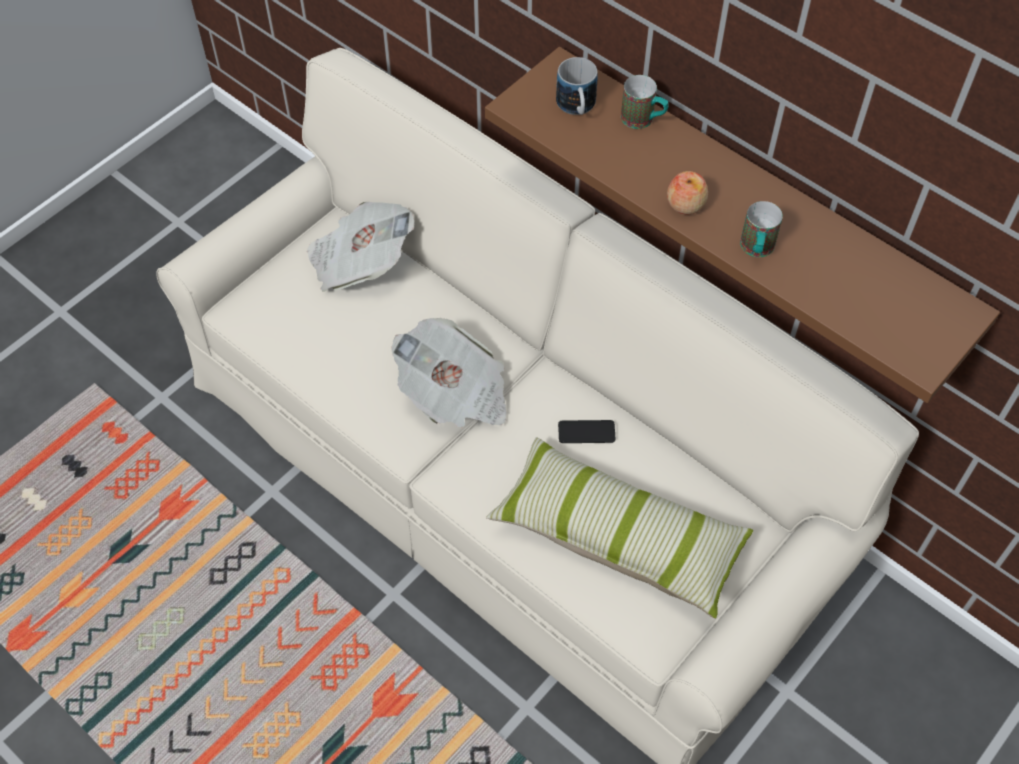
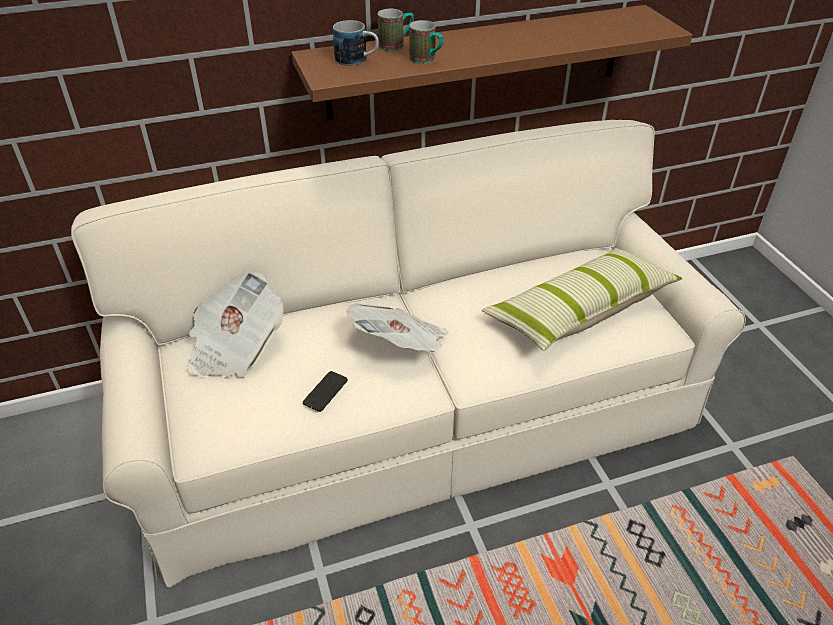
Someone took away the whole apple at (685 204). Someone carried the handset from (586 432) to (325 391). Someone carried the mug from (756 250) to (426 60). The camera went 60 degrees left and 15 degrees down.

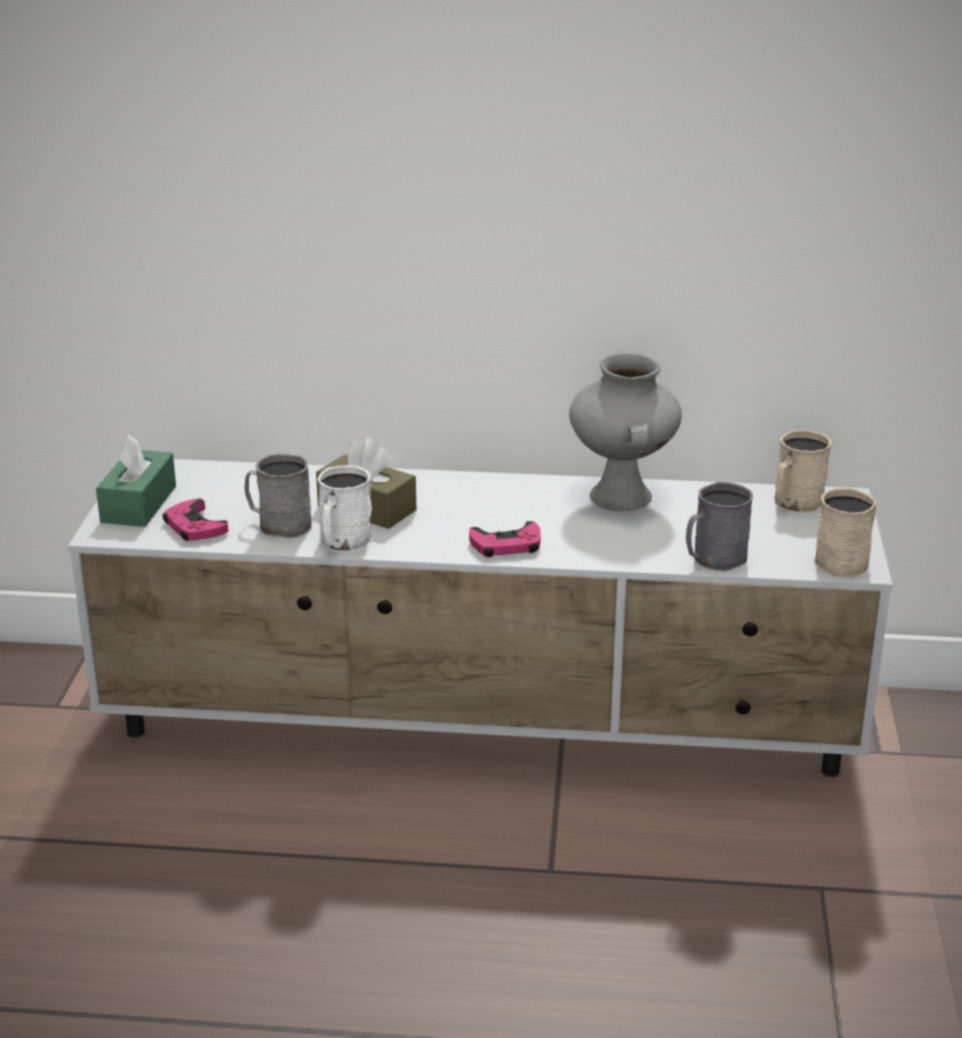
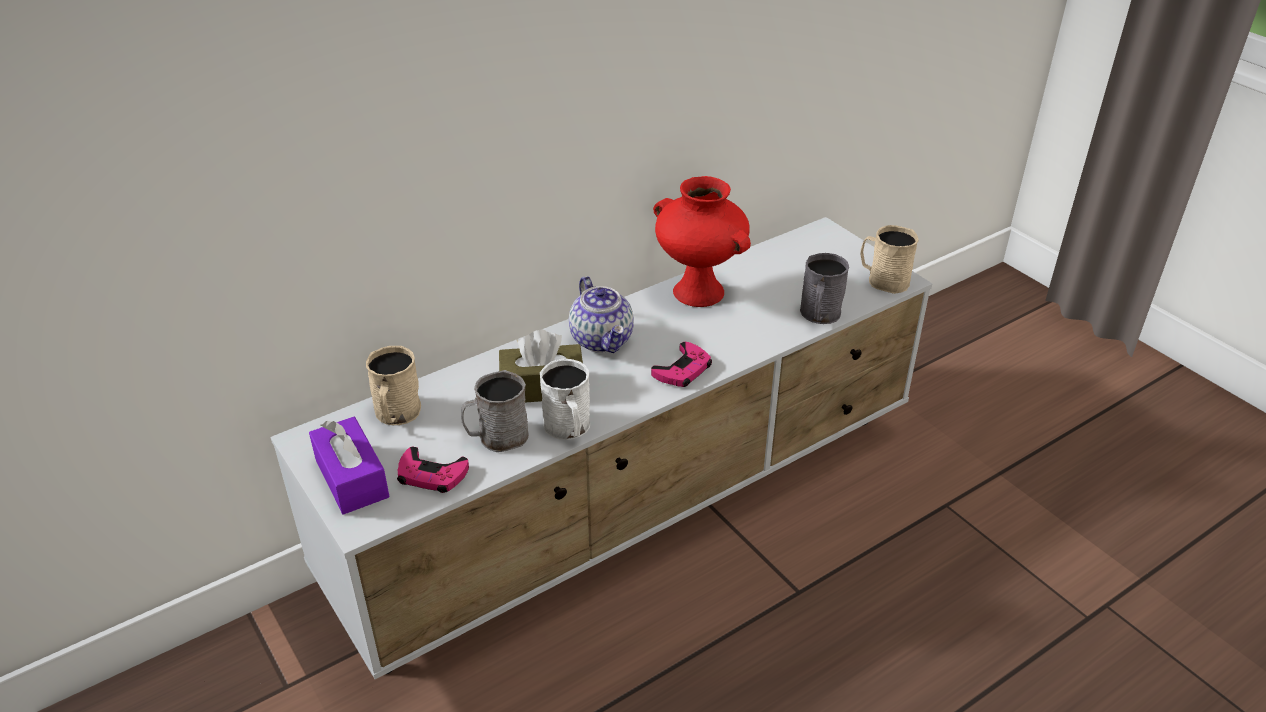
Someone put down the teapot at (603 340). Someone carried the mug (beige) from (794 504) to (396 414). Someone repainted the tissue box (green) at (138 504), which became the tissue box (purplish) at (352 478). Someone repainted the vase (greyish) at (622 497), which became the vase (red-coloured) at (700 292). The camera went 40 degrees left and 10 degrees up.

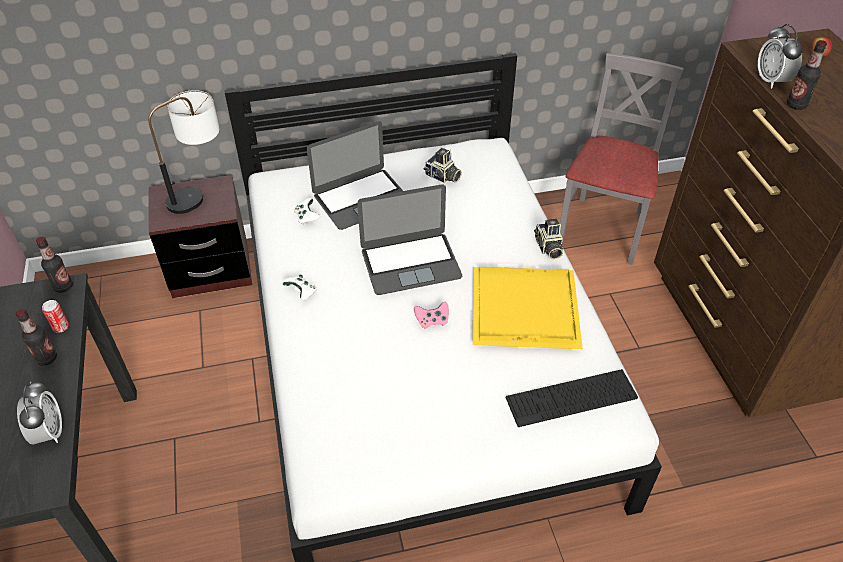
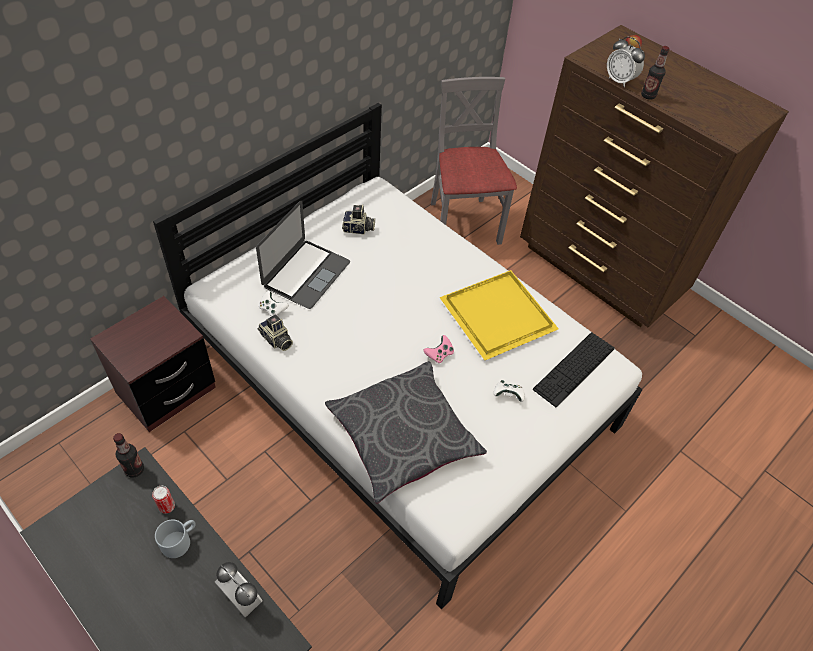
Someone took away the tabletop lamp at (200 193). Someone took away the notebook computer at (410 263). Someone put down the cushion (greyish) at (403 436). Someone carried the game controller (white-coloured) from (302 293) to (508 395). Someone carried the still camera from (548 248) to (276 340). Someone swapped the bottle at (47 358) for the mug (greyish) at (179 540). The camera went 35 degrees left and 5 degrees up.

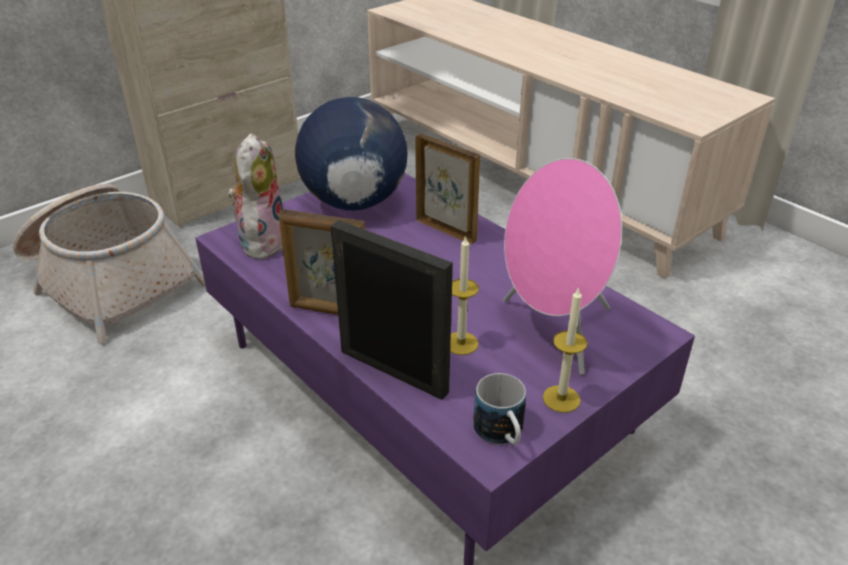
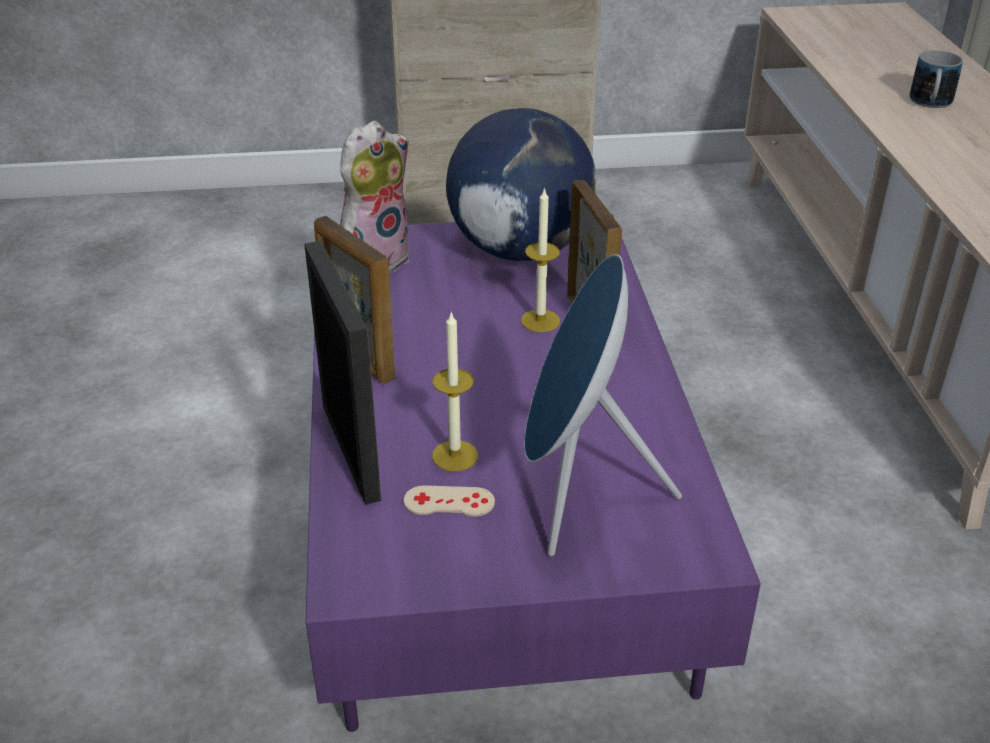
Someone took away the household basket at (110 280). Someone put down the game controller (beige) at (449 502). Someone carried the mug from (502 435) to (930 104). Someone carried the wax candle from (561 399) to (540 321). Someone repainted the audio speaker (pink) at (553 331), which became the audio speaker (blue-coloured) at (576 492). The camera went 35 degrees right and 0 degrees up.

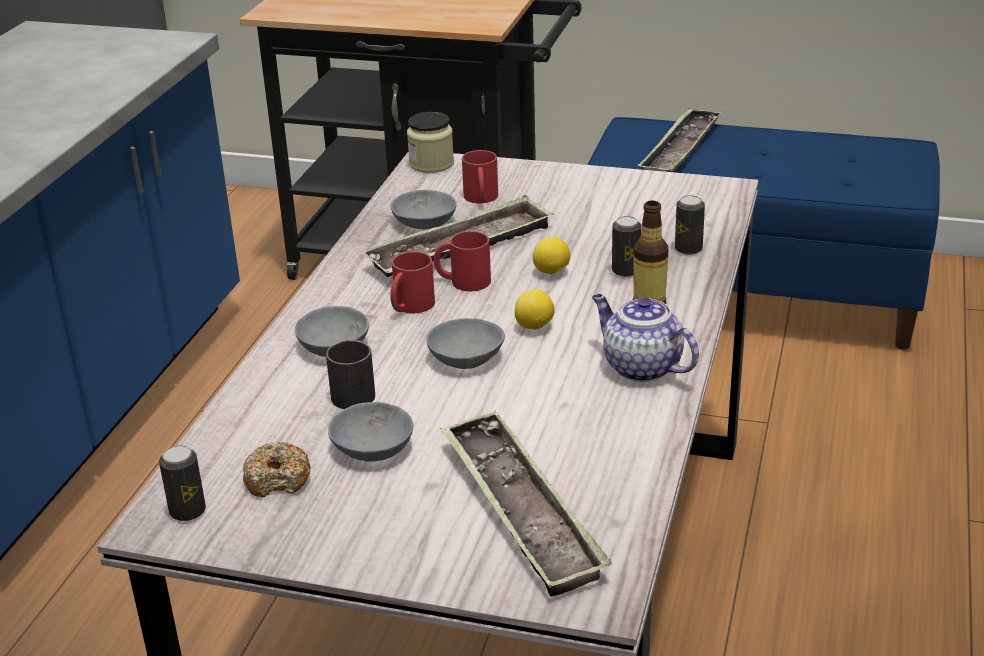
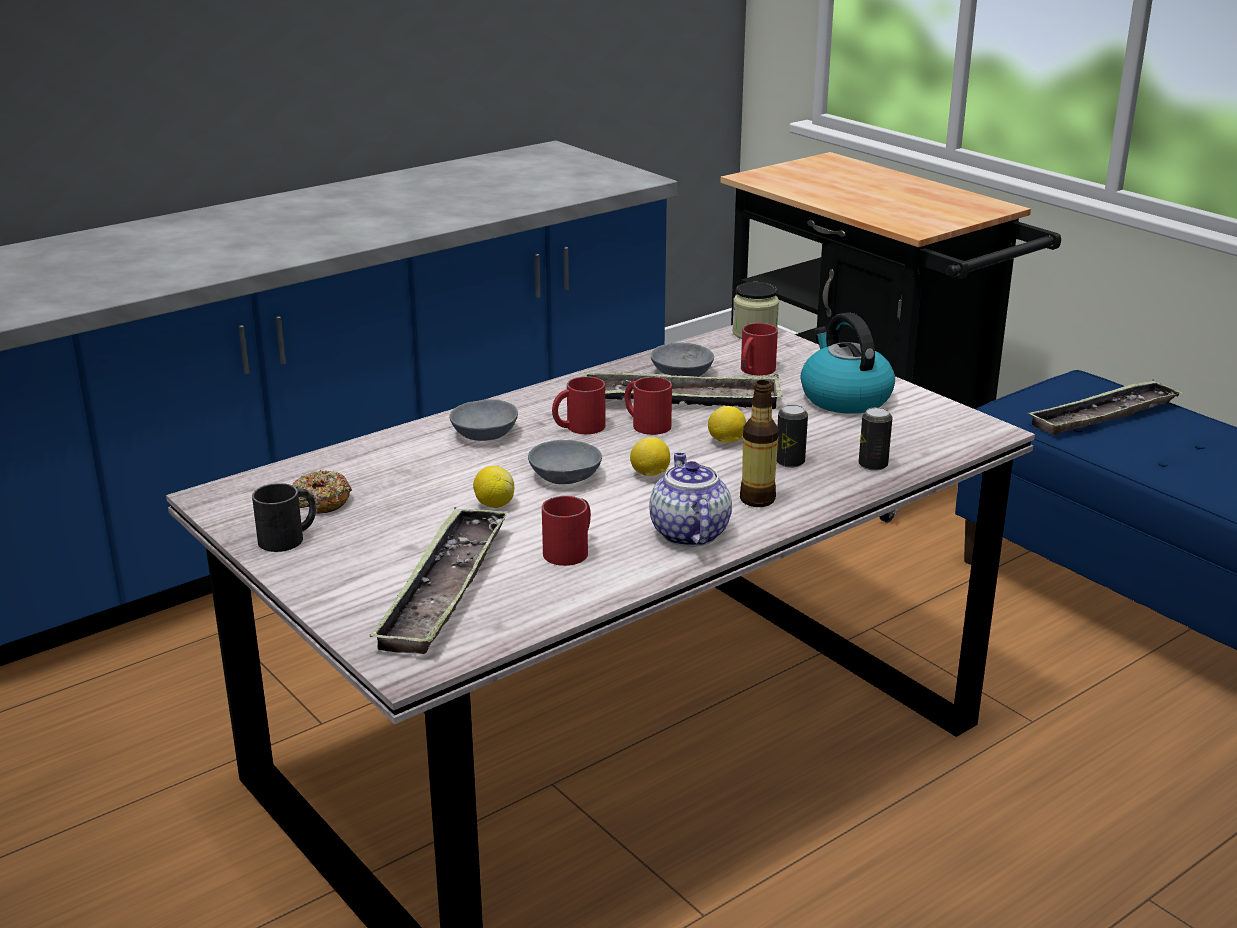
Someone took away the metal can at (188 511). Someone took away the bowl (greyish) at (370 449). Someone put down the whole lemon at (494 504). Someone put down the mug (red-coloured) at (571 550). Someone put down the tea kettle at (844 398). Someone carried the mug (blackish) from (356 391) to (289 537). The camera went 35 degrees right and 5 degrees down.

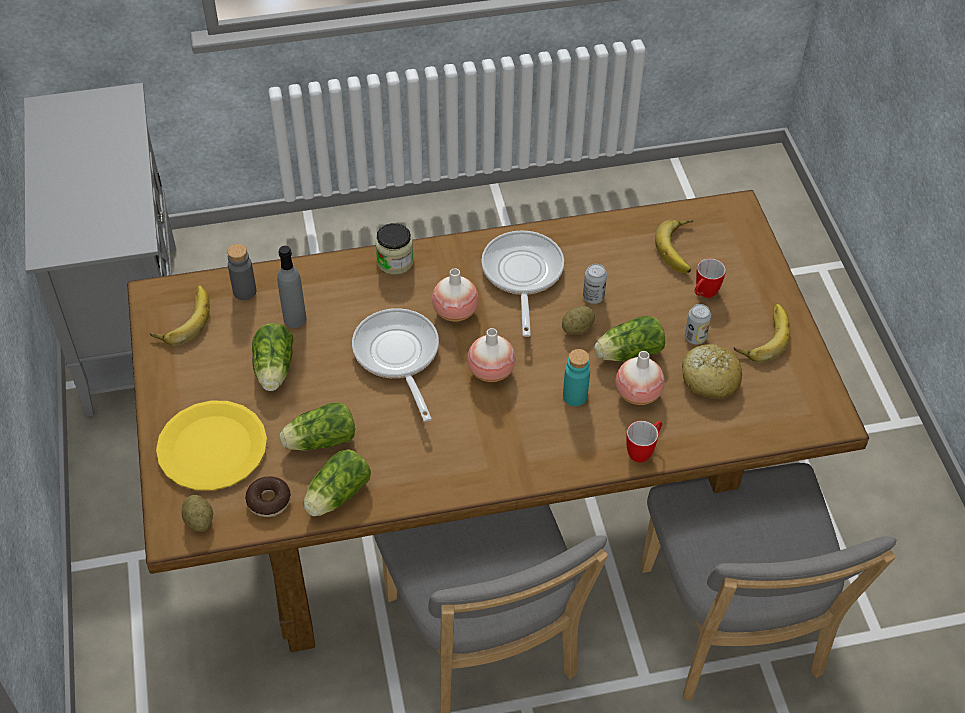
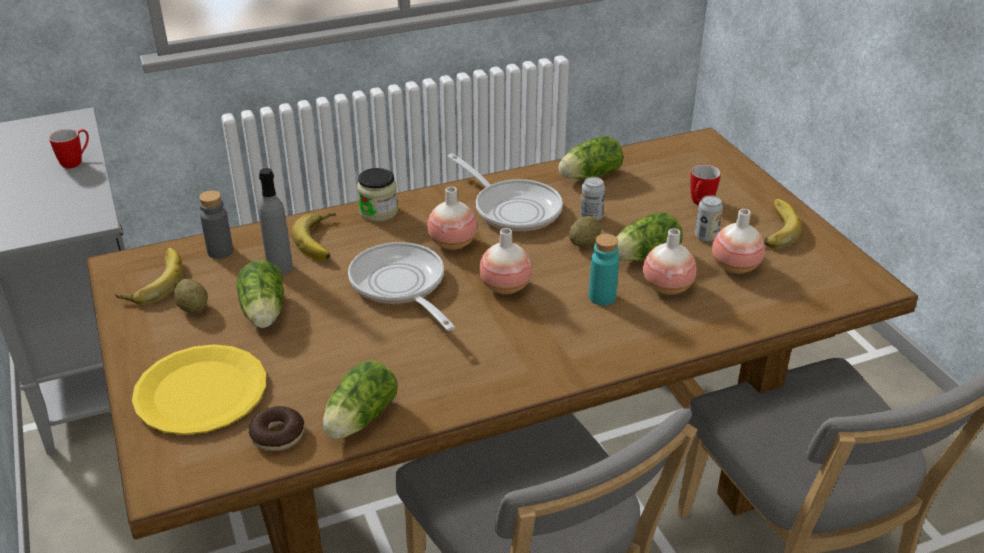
Someone carried the potato from (199 521) to (193 308). Someone carried the lettuce head from (318 441) to (588 176). Someone carried the mug from (643 451) to (76 161). Someone carried the banana fruit from (681 249) to (322 240). Someone swapped the bakery bread at (709 378) for the vase at (735 267). Someone rotated the skillet at (522 275) by 150 degrees clockwise. The camera went 10 degrees left and 15 degrees down.

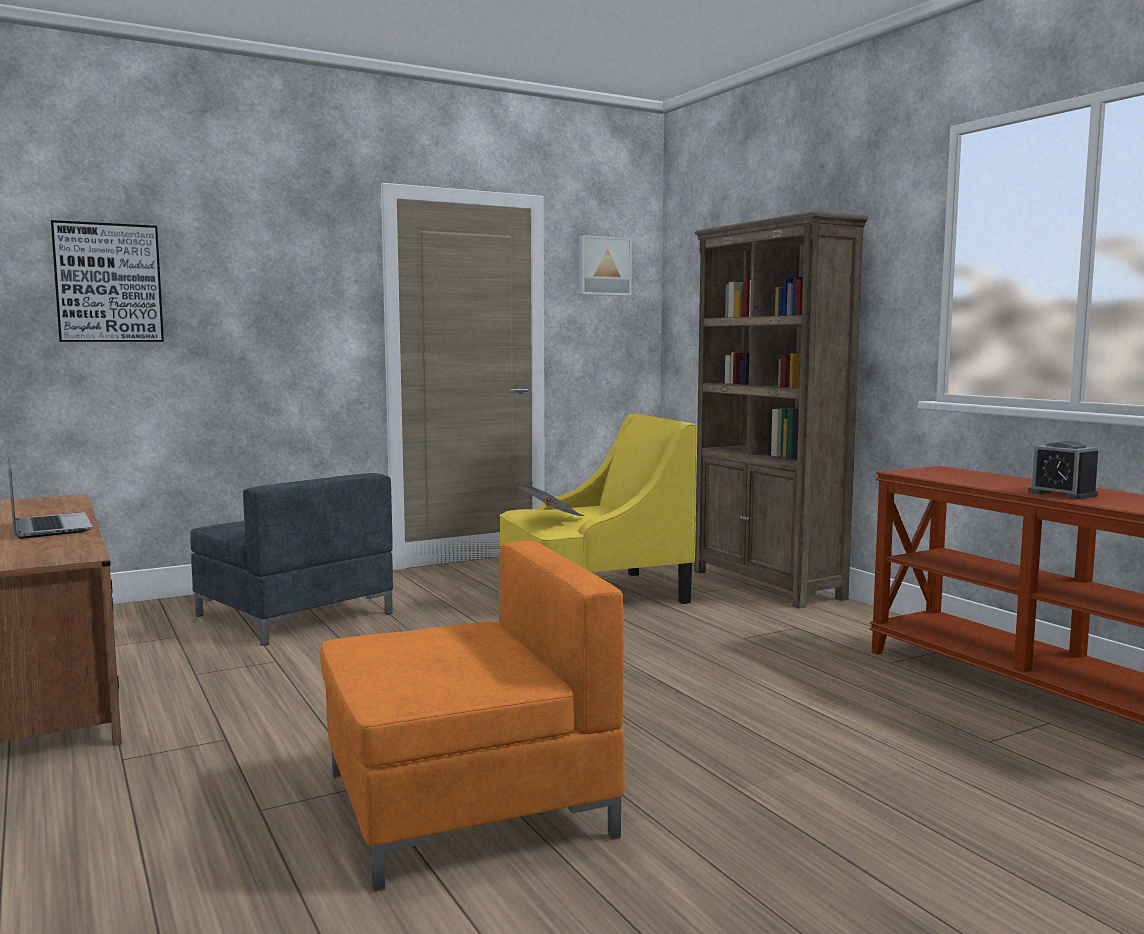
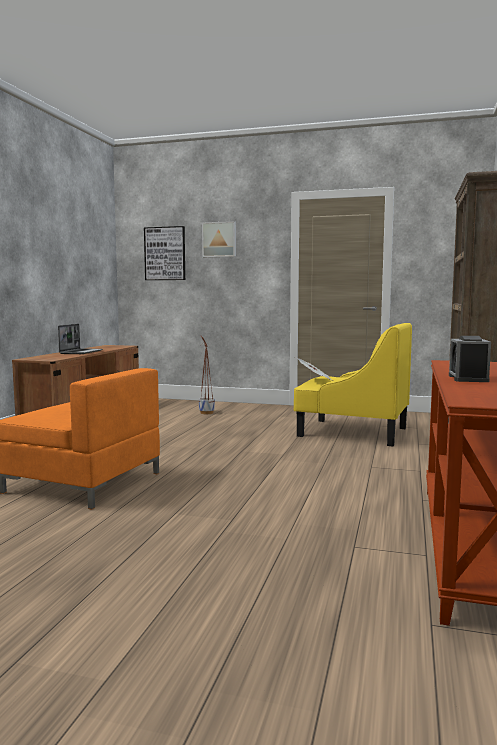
Someone carried the wall art from (603 266) to (219 239). Someone swapped the easy chair (greyish) at (294 614) for the flower pot at (206 413). The camera went 45 degrees right and 0 degrees up.

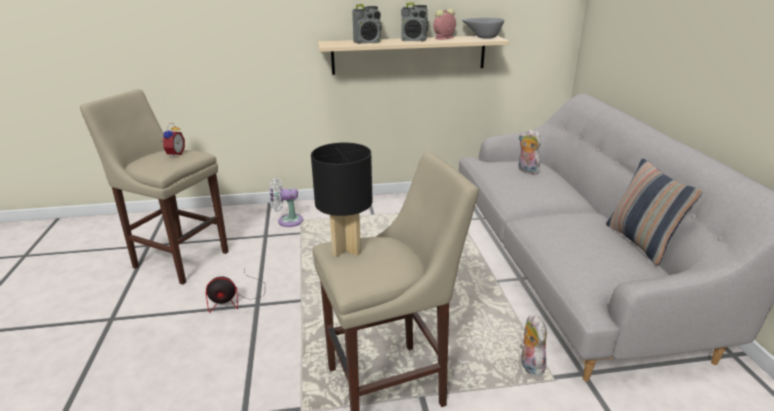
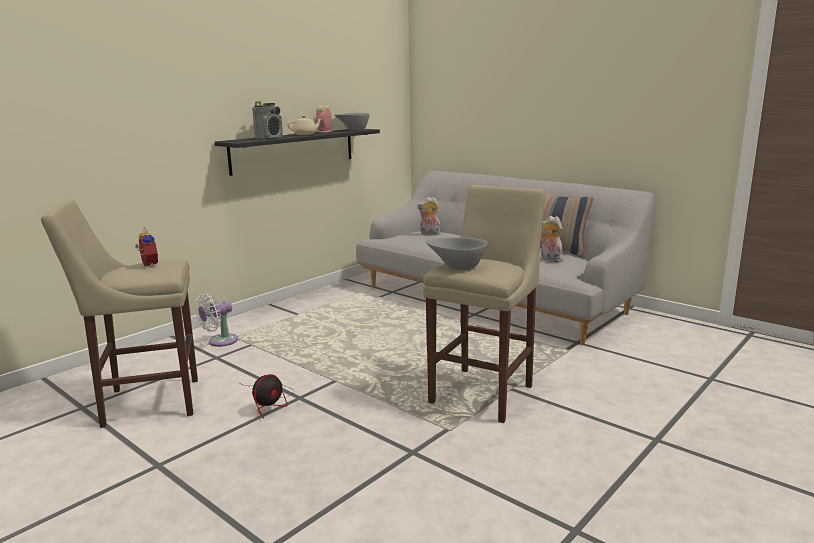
Someone carried the soft toy from (529 365) to (550 260). Someone swapped the tabletop lamp (blackish) at (347 249) for the bowl (greyish) at (456 266). Someone swapped the radio at (414 40) for the teapot (beige) at (305 134). Someone repainted the wall shelf (beige) at (409 54), which became the wall shelf (blackish) at (294 150). The camera went 40 degrees left and 10 degrees down.

